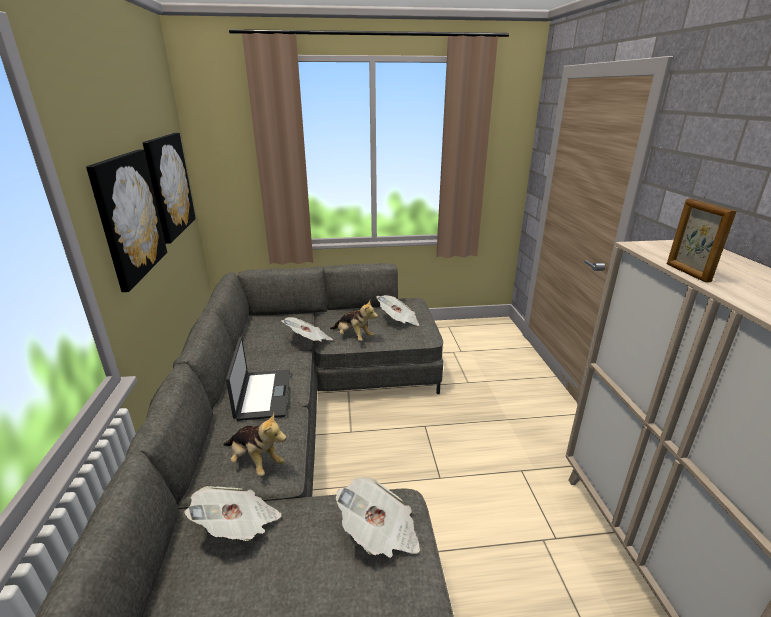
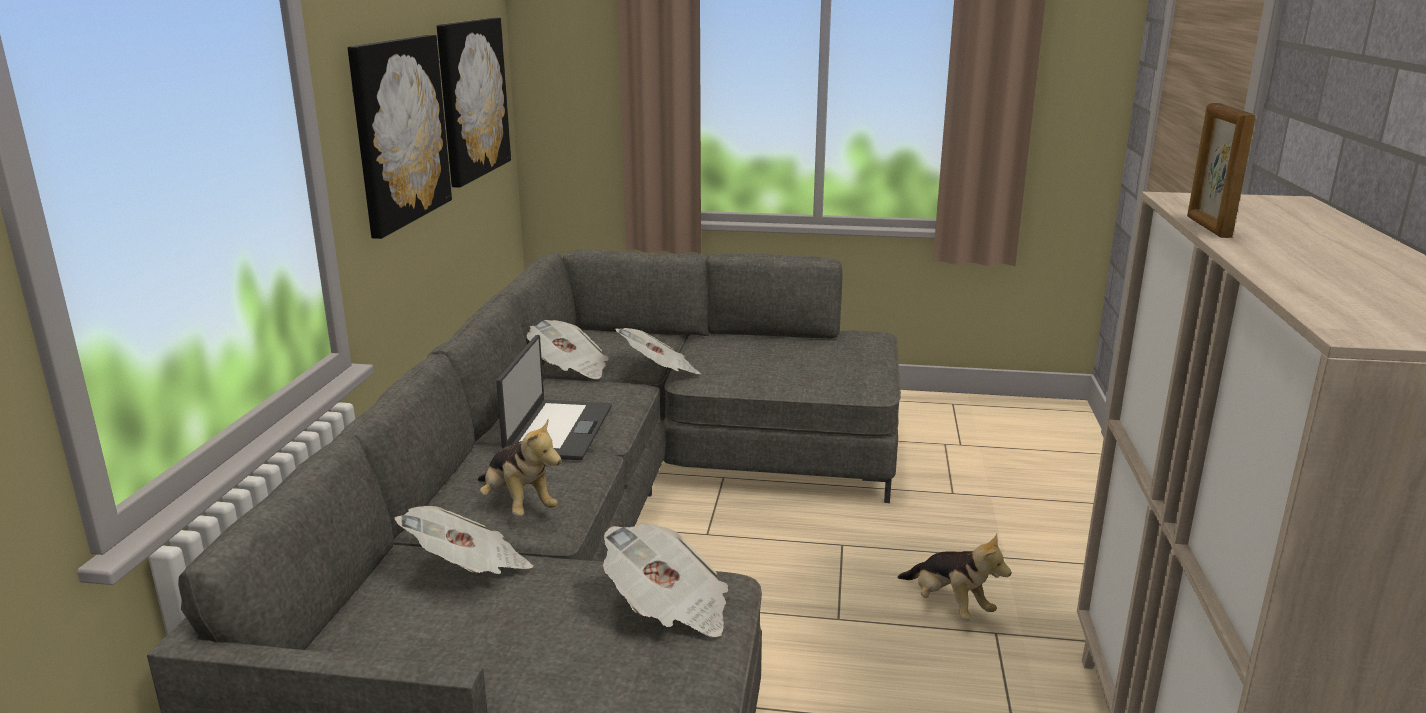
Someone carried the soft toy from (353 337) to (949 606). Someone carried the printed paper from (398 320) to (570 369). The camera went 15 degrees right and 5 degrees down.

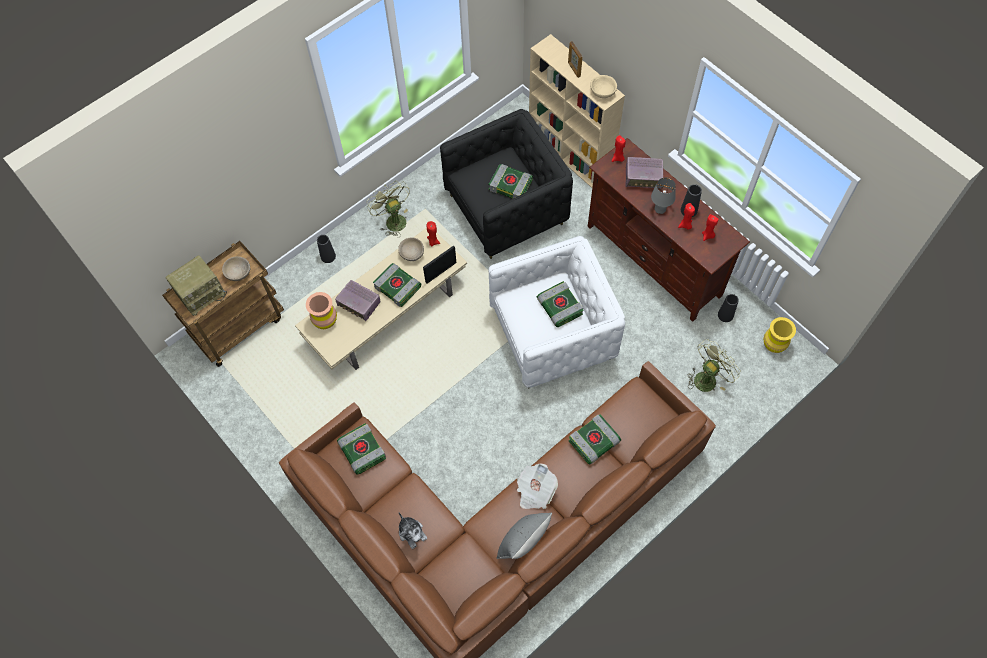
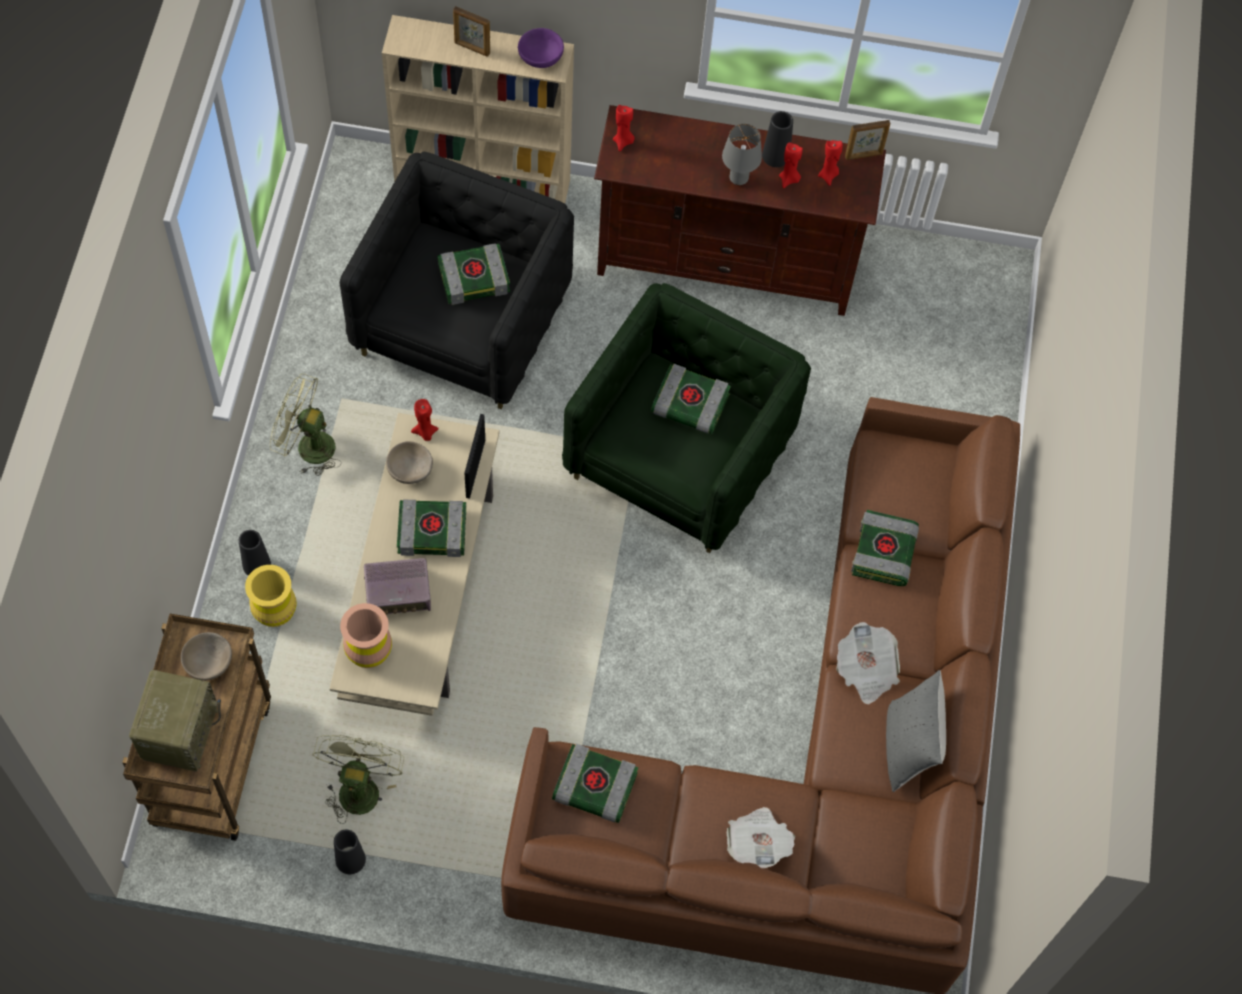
Someone took away the radio at (643 178). Someone put down the photo frame at (864 155). Someone carried the cooling fan (green) from (708 377) to (359 786). Someone carried the vase (blackish) from (725 315) to (350 859). Someone carried the vase (yellowish) from (774 344) to (275 611). Someone swapped the soft toy at (412 532) for the printed paper at (758 842). Someone repainted the easy chair (white-coloured) at (552 335), which became the easy chair (green) at (679 458). Someone repainted the bowl (beige) at (603 92), which became the bowl (purplish) at (541 57). The camera went 45 degrees left and 0 degrees up.

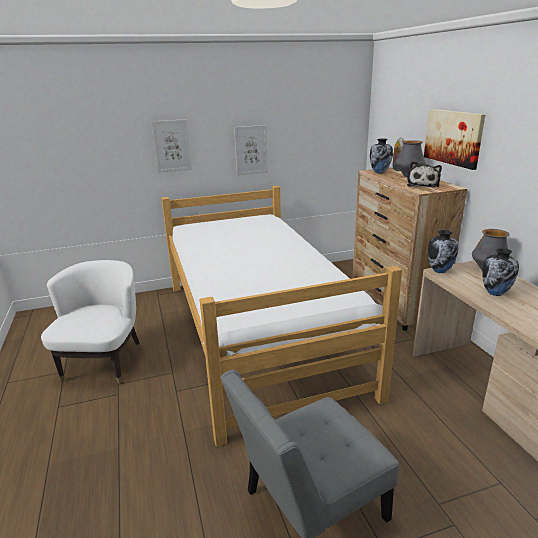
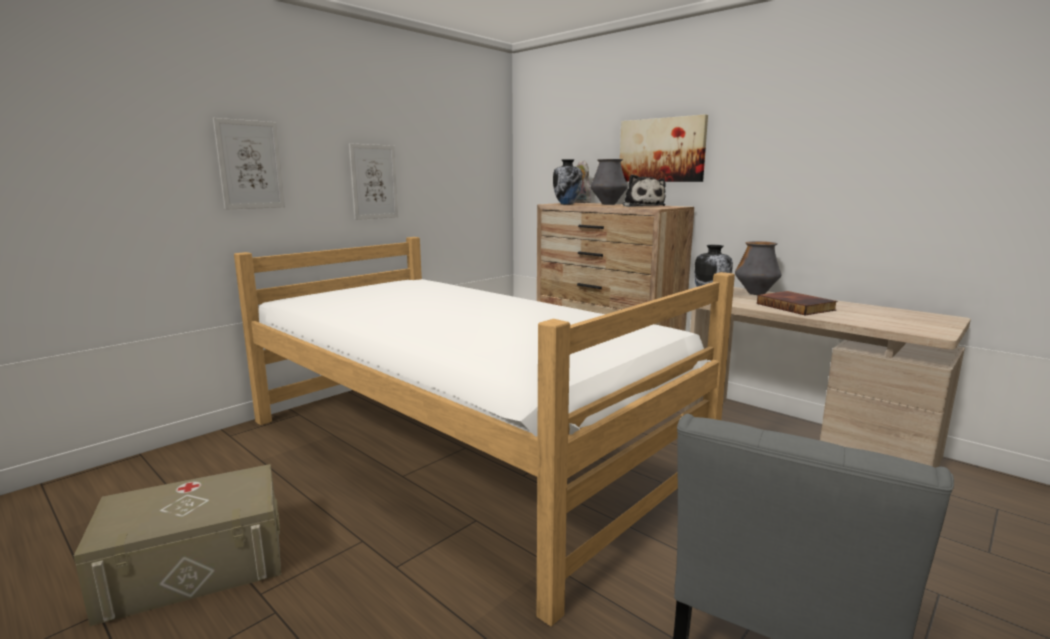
Someone swapped the easy chair (white-coloured) at (104 362) for the storage container (beige) at (196 566). Someone swapped the vase at (495 293) for the bound book at (796 307). The camera went 30 degrees left and 10 degrees down.

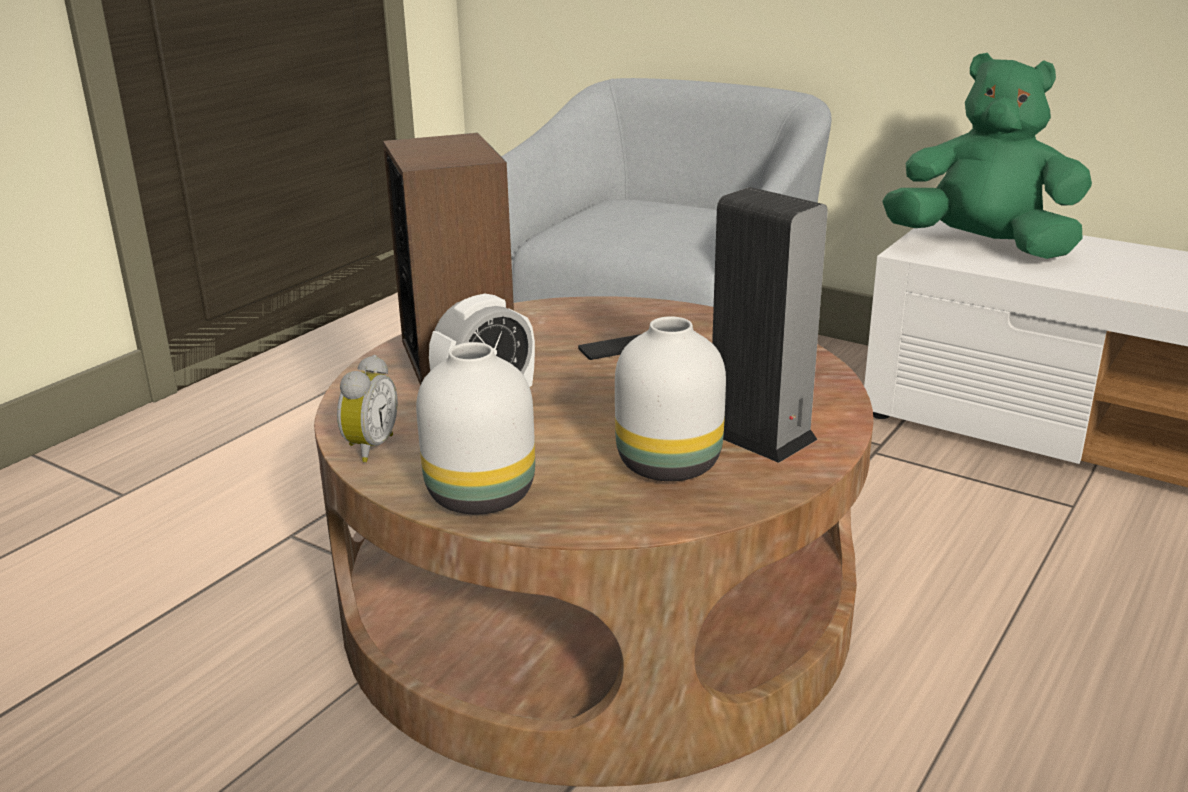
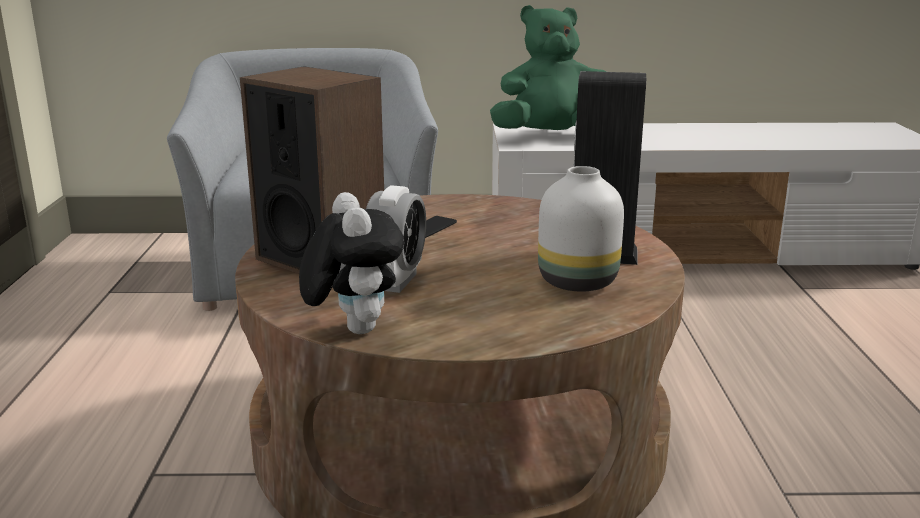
Someone took away the vase (white-coloured) at (483 496). Someone swapped the table clock at (368 447) for the soft toy at (353 328). The camera went 35 degrees left and 5 degrees down.

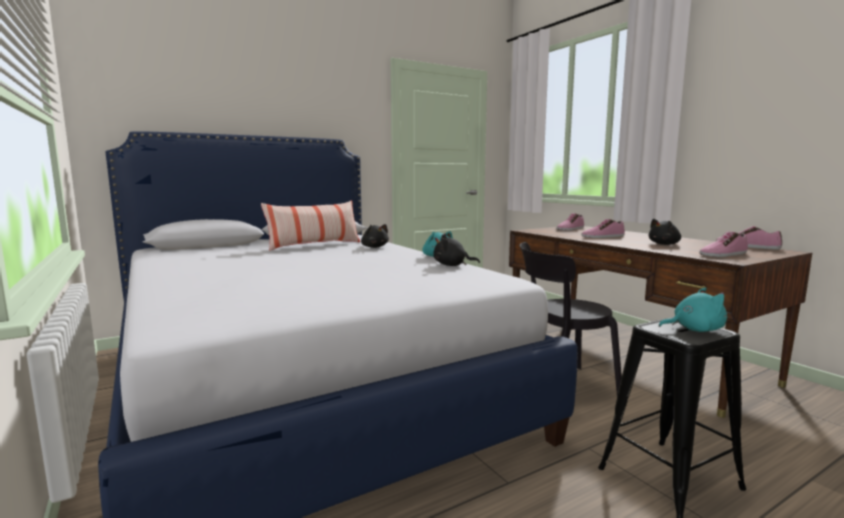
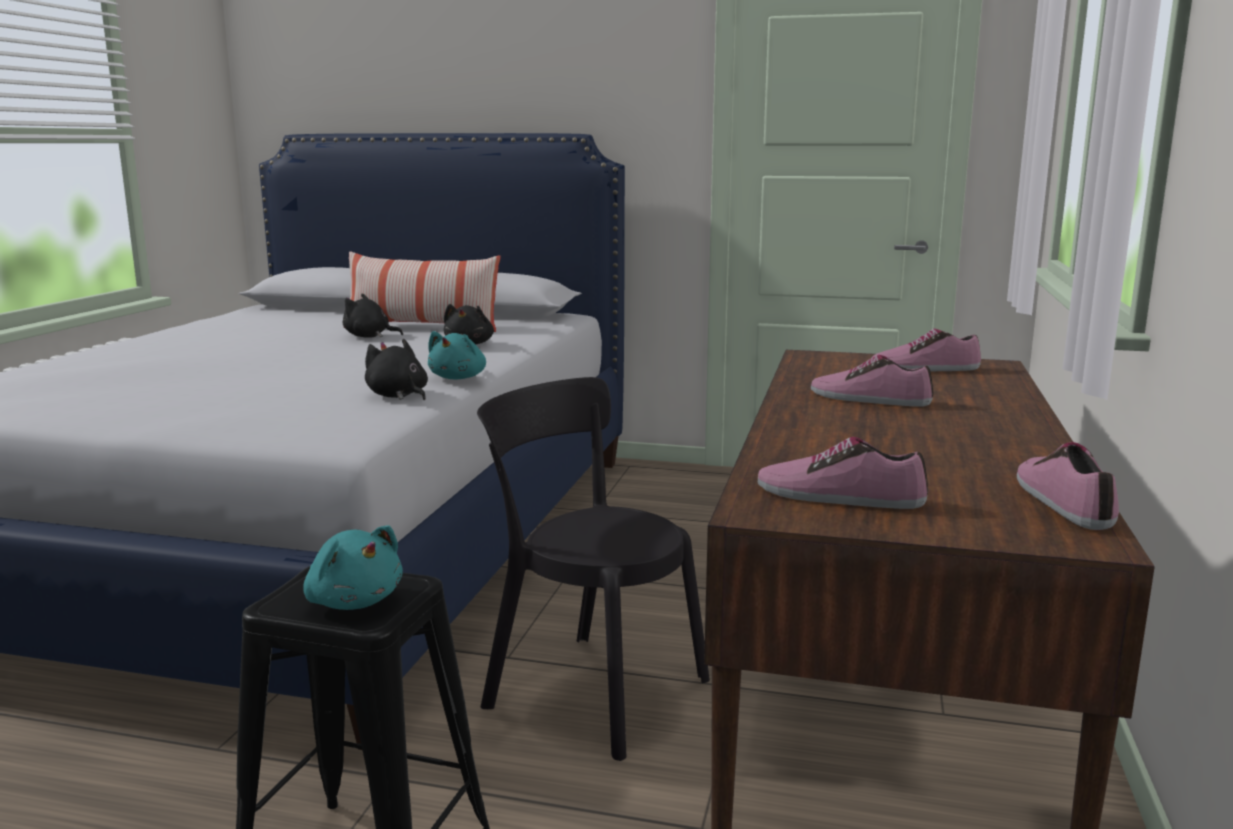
Someone carried the soft toy (blackish) from (665 244) to (369 337). The camera went 45 degrees right and 5 degrees up.

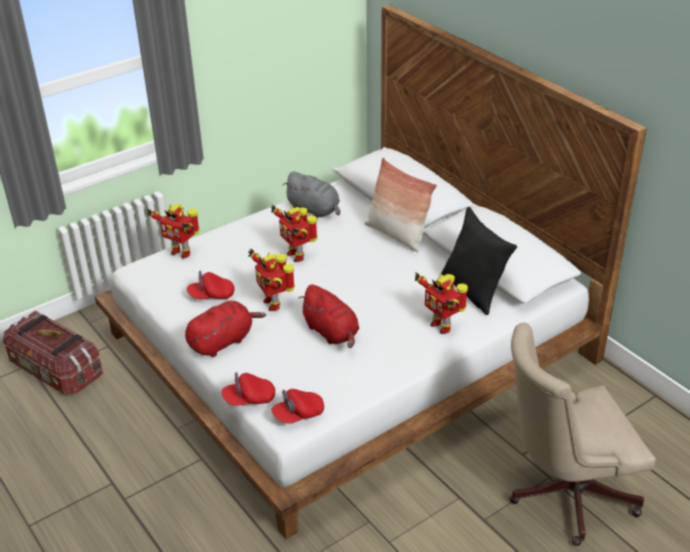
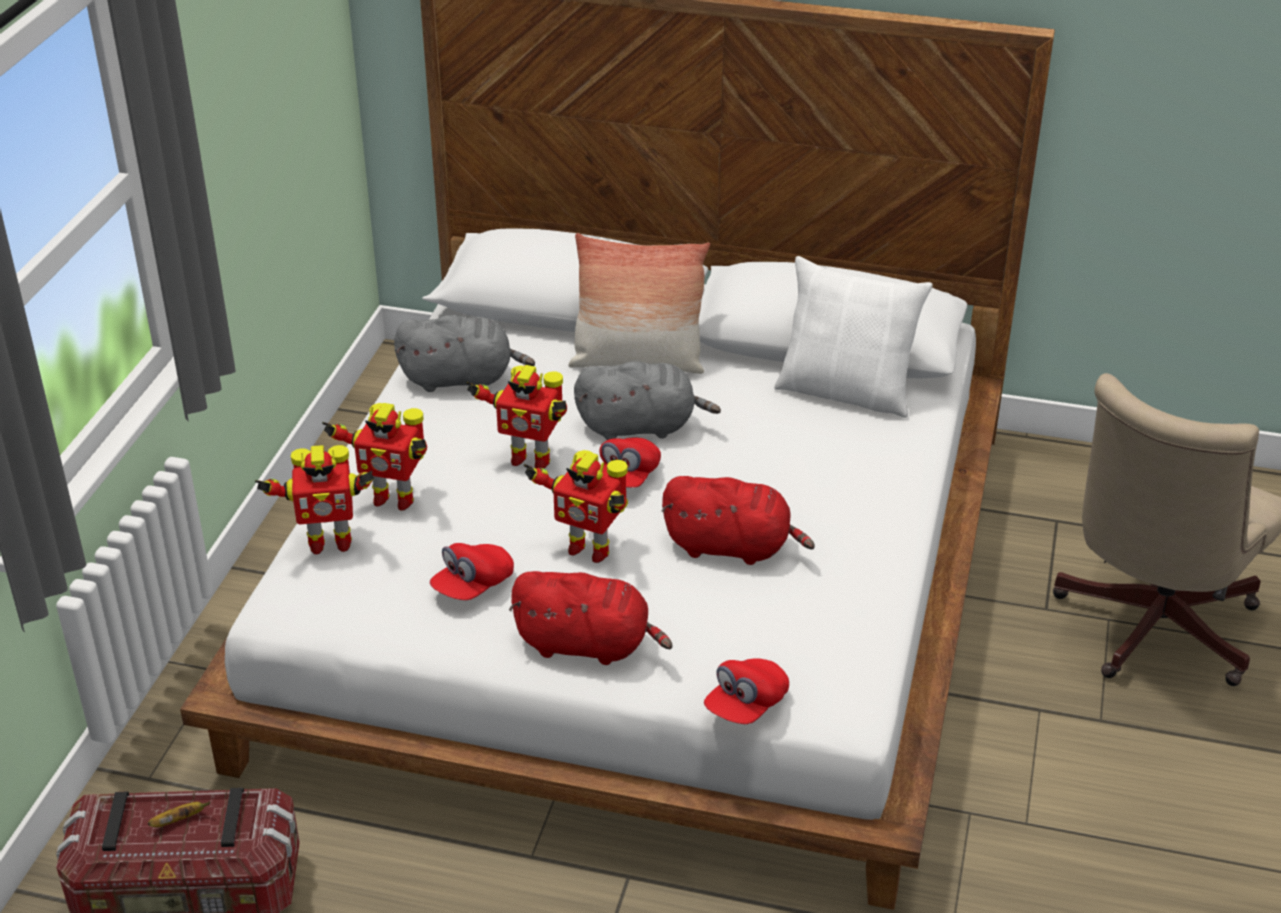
Someone put down the soft toy (greyish) at (641 426). Someone carried the cap (red-coloured) from (298 415) to (627 477). Someone carried the robot figure from (441 325) to (392 498). Someone repainted the cushion (blackish) at (474 290), which became the cushion (white-coloured) at (846 391). Someone rotated the soft toy (red-coloured) at (223 341) by 90 degrees clockwise. The camera went 40 degrees left and 0 degrees up.

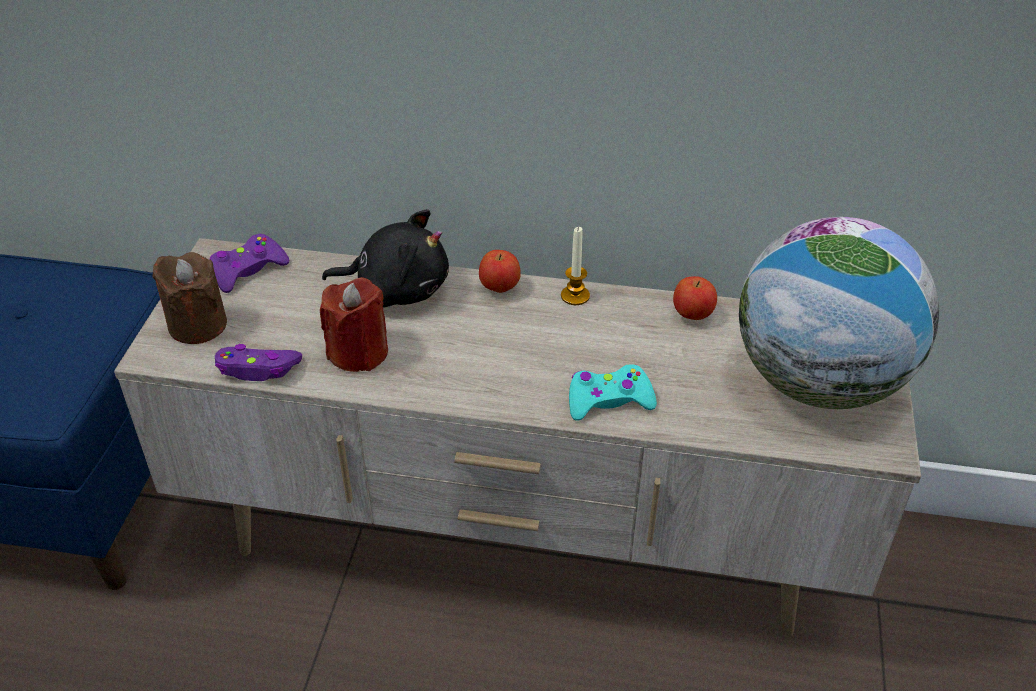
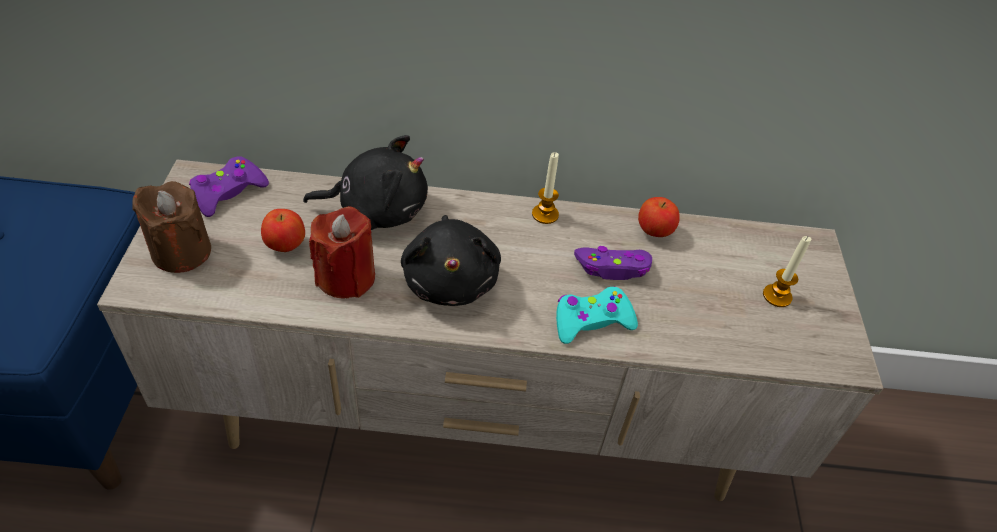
Someone put down the soft toy (blackish) at (450 280). Someone carried the game controller (purplish) from (258 369) to (613 268). Someone carried the whole apple from (499 288) to (285 245). Someone swapped the desk globe at (818 382) for the wax candle at (777 296). The camera went 10 degrees left and 5 degrees up.

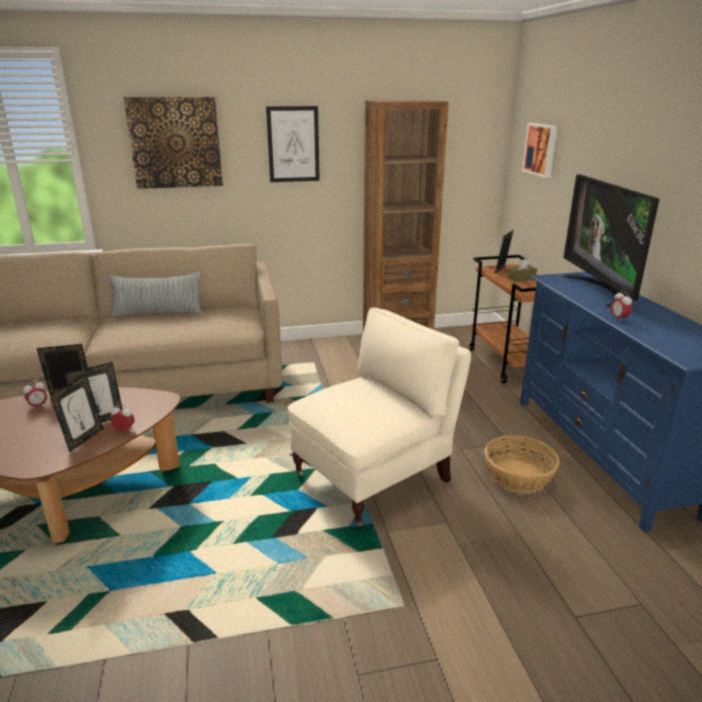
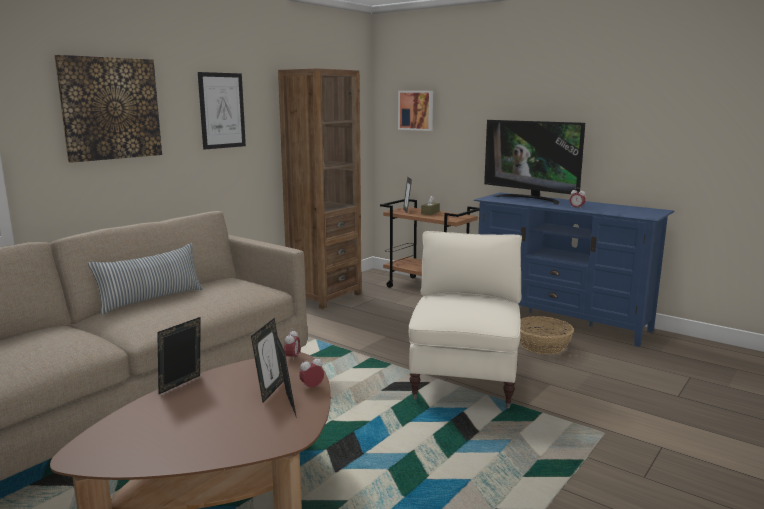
Someone carried the table clock from (38 406) to (292 358). The camera went 40 degrees left and 10 degrees down.

